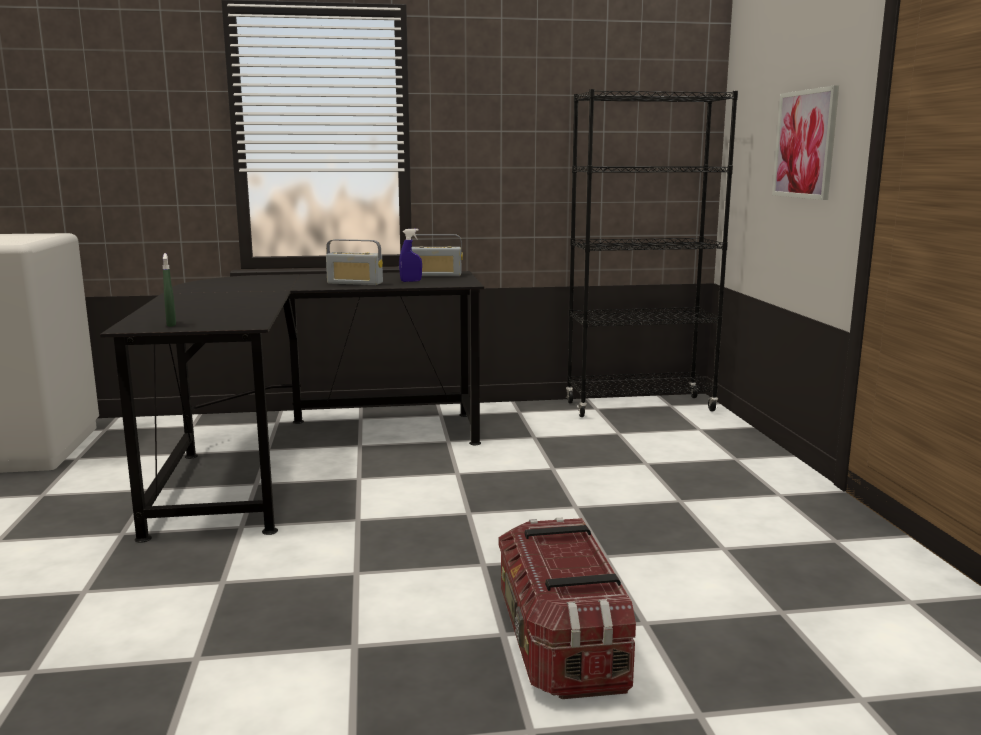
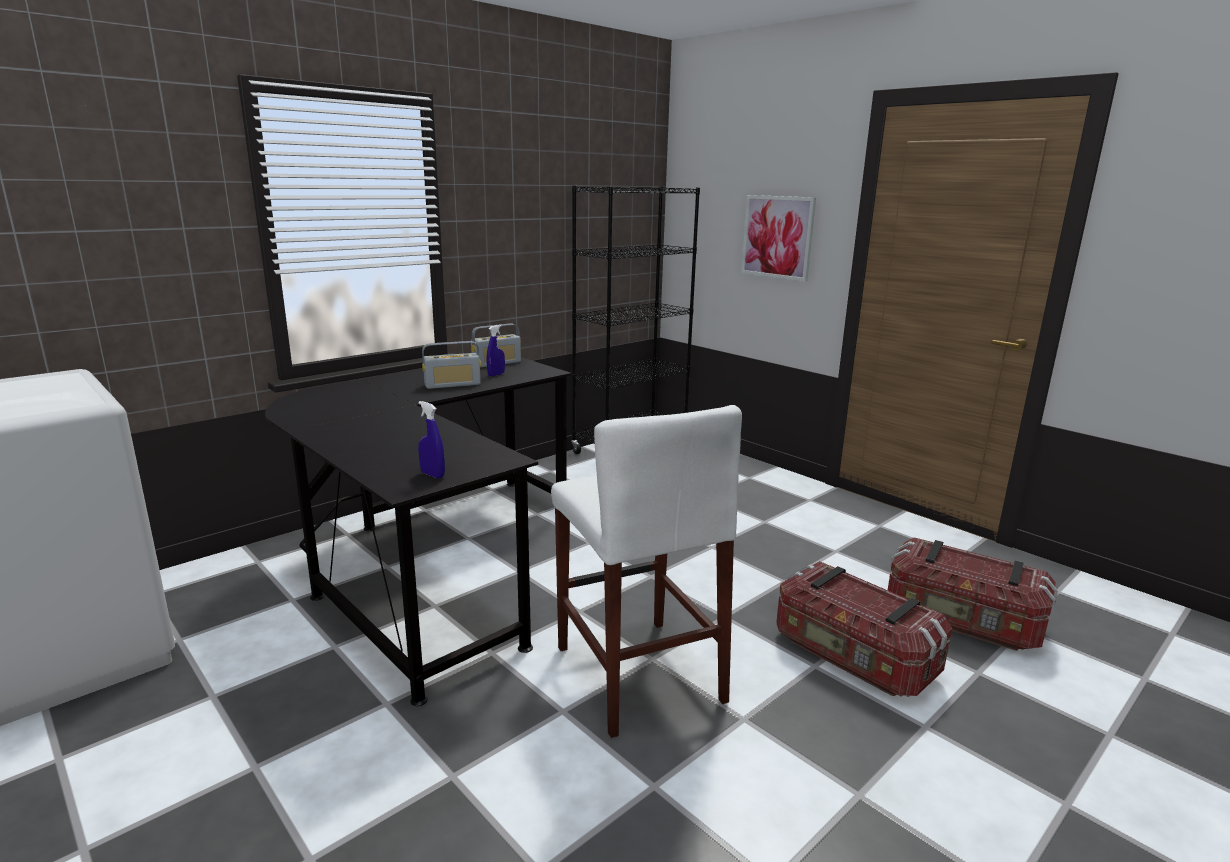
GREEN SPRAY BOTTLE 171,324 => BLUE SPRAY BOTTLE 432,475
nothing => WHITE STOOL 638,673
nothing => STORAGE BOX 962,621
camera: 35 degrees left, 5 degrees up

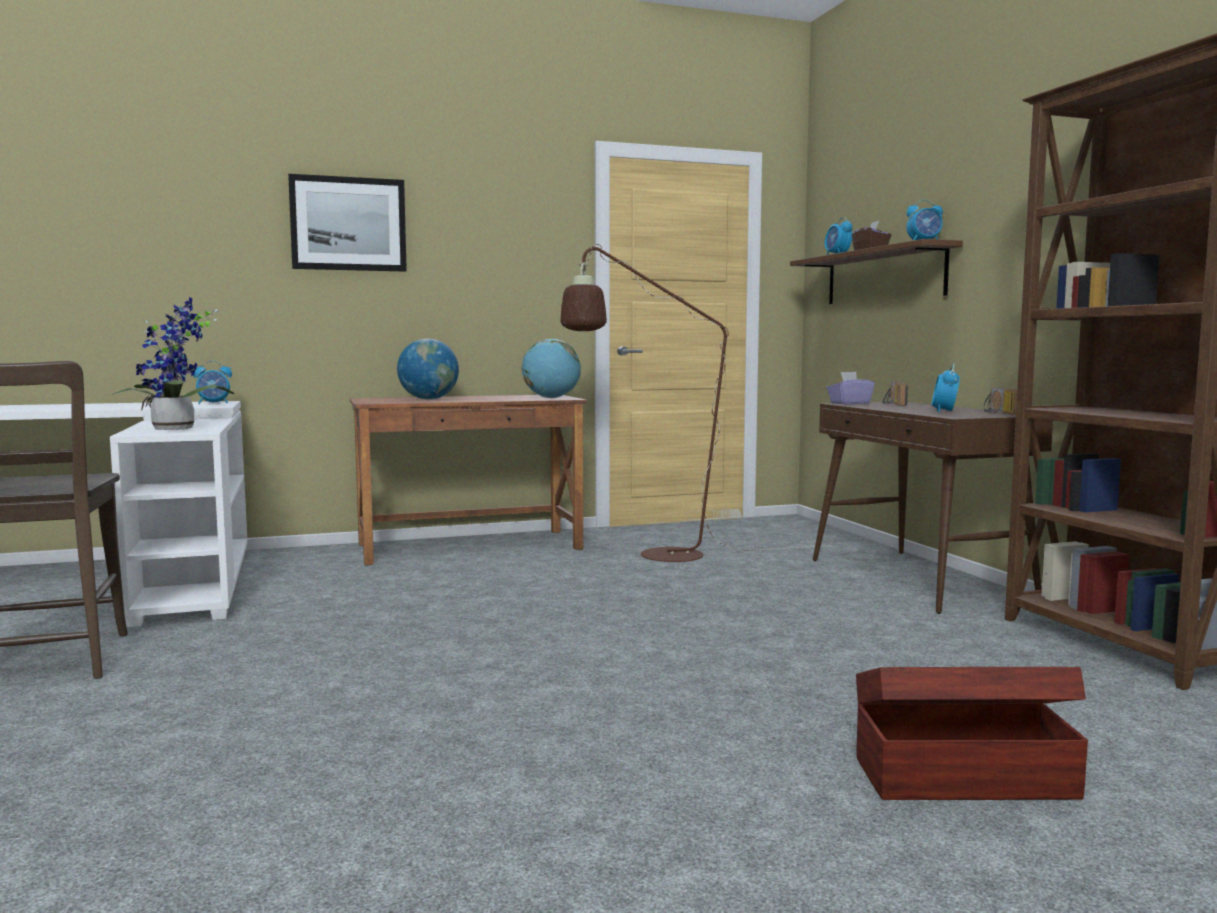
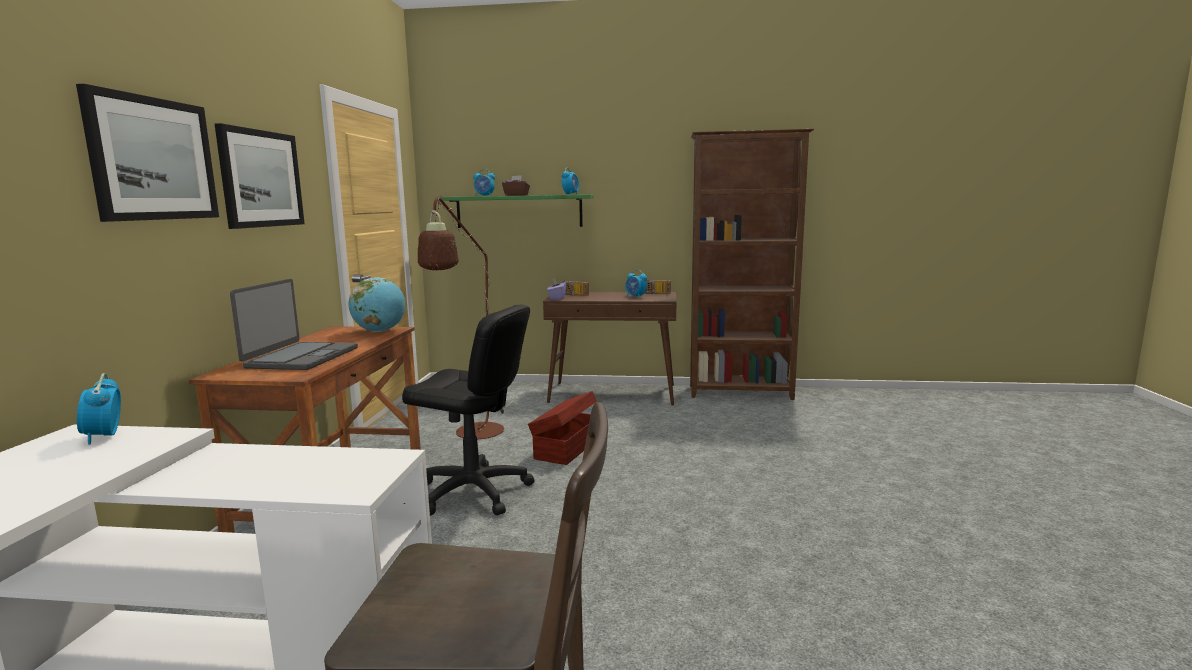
ALARM CLOCK 214,403 => ALARM CLOCK 104,437, 150 degrees clockwise
nothing => PICTURE 261,179
GLOBE 429,399 => LAPTOP 301,358
nothing => BLACK OFFICE CHAIR 473,492
BROWN SHELF 884,276 => GREEN SHELF 519,211
BROWN STORAGE BOX 961,776 => BROWN STORAGE BOX 566,448, move
POTTED PLANT 176,429 => nothing
camera: 65 degrees left, 5 degrees up

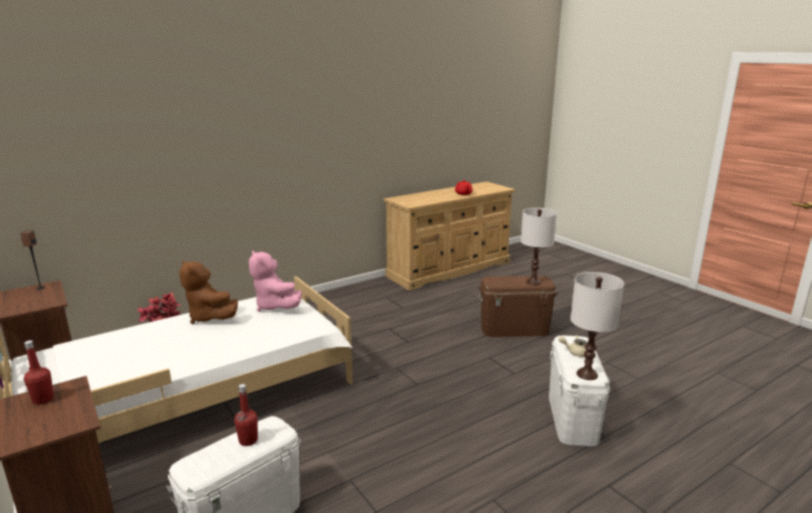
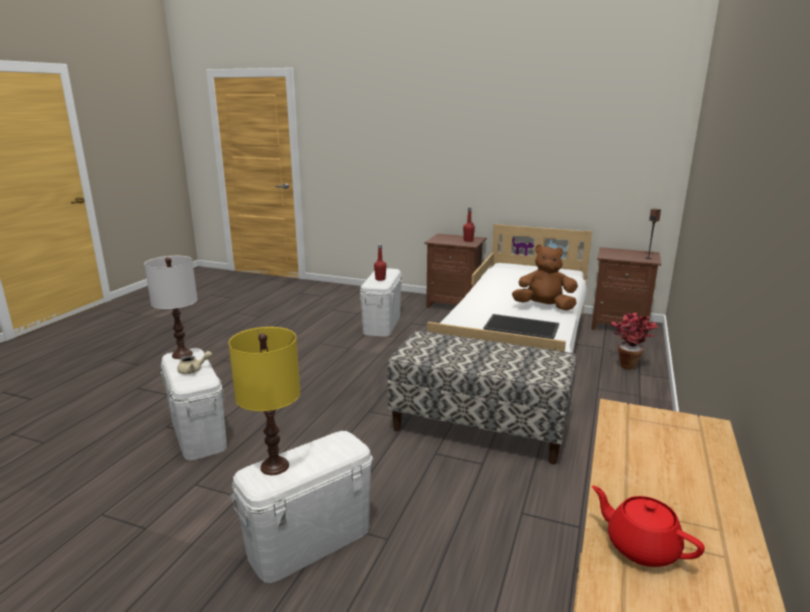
WHITE TABLE LAMP 533,282 => YELLOW TABLE LAMP 275,466
BROWN STORAGE BOX 514,329 => WHITE STORAGE BOX 309,542
nothing => BENCH 479,427
PINK PLUSH TOY 275,306 => TRAY 522,327
camera: 145 degrees right, 0 degrees up

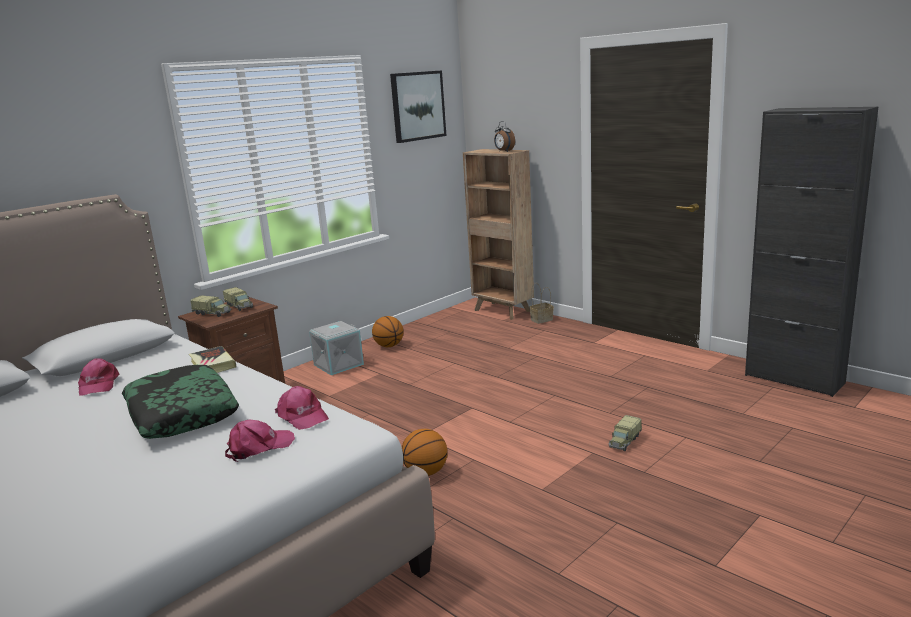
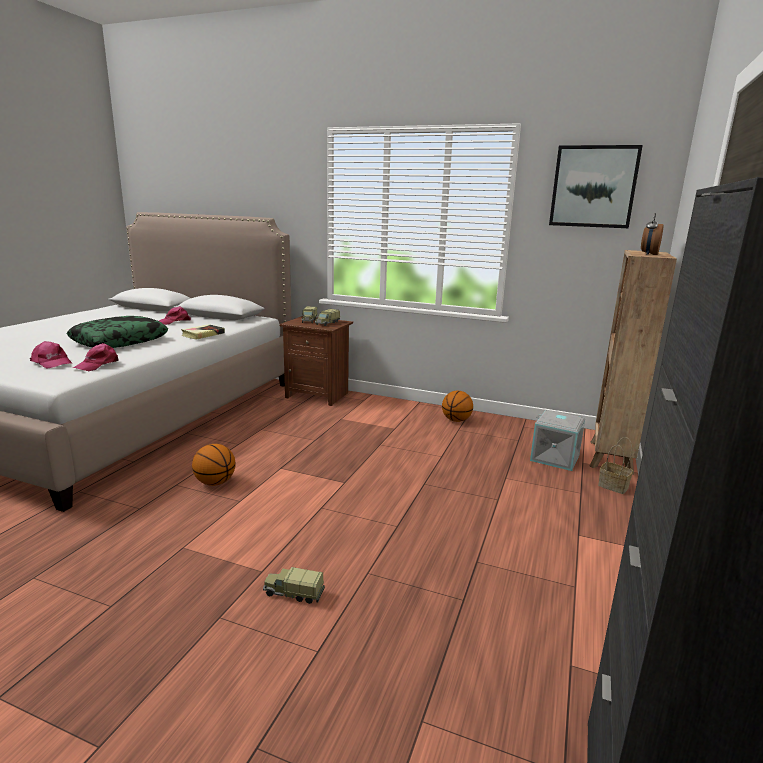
GREY STORAGE BOX 338,364 => GREY STORAGE BOX 555,457, move
camera: 65 degrees right, 0 degrees up

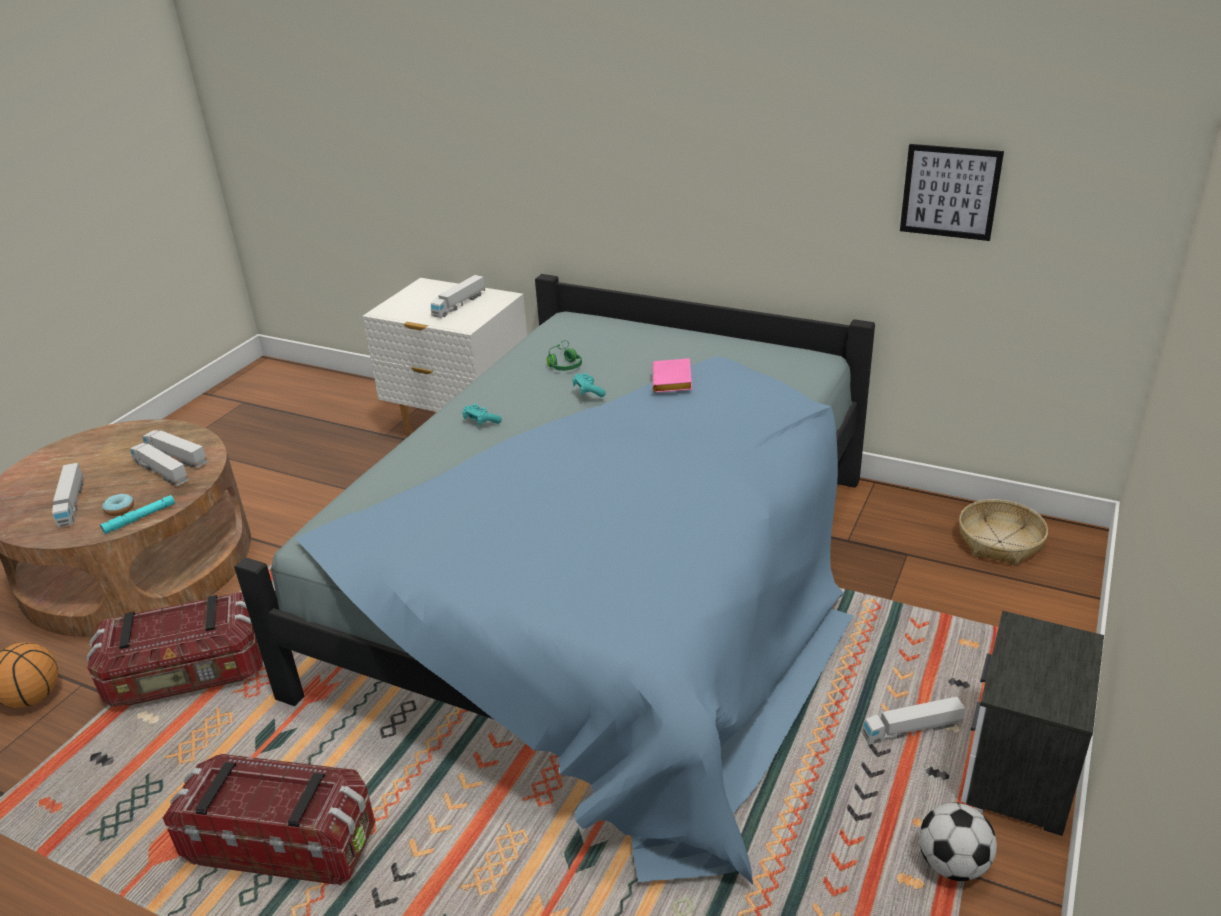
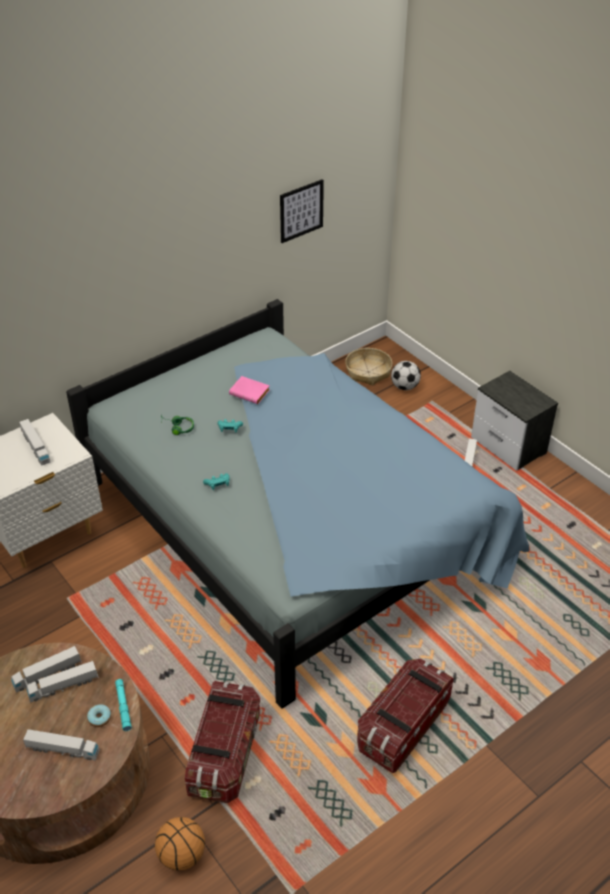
FOOTBALL 952,864 => FOOTBALL 404,387, move
camera: 65 degrees left, 10 degrees up

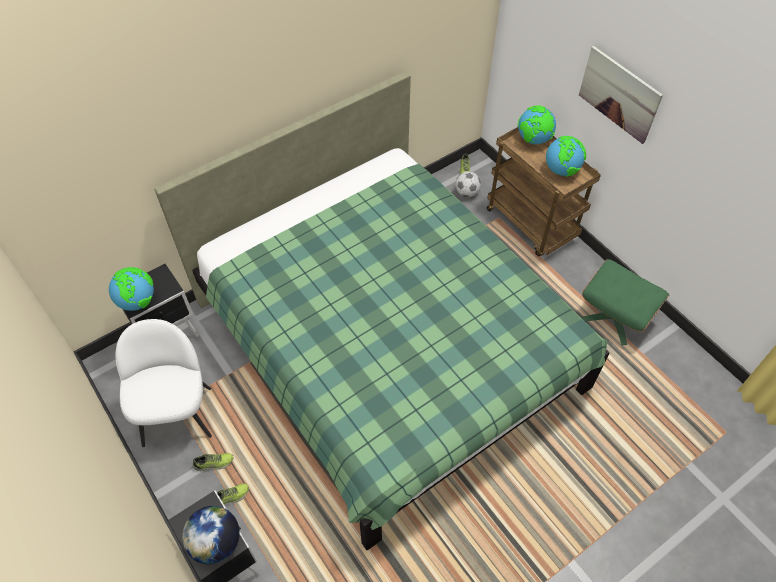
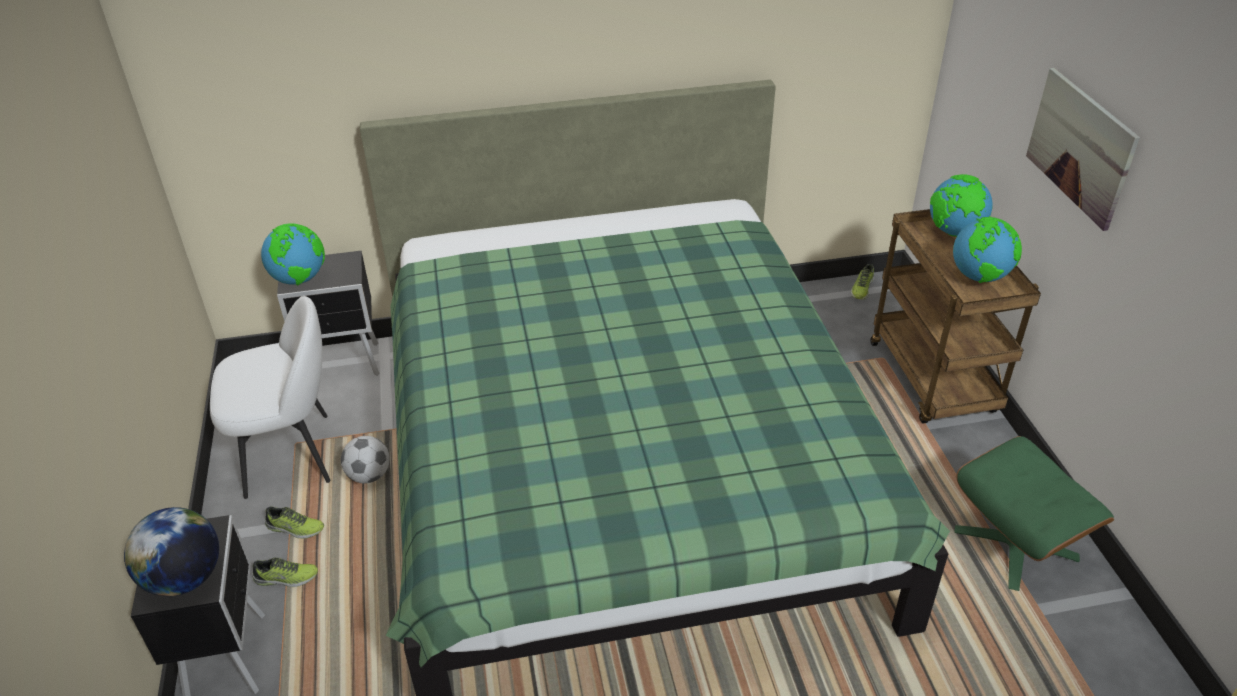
WHITE CHAIR 177,414 => WHITE CHAIR 291,454, 60 degrees clockwise
FOOTBALL 466,192 => FOOTBALL 369,475, move
camera: 25 degrees right, 15 degrees down

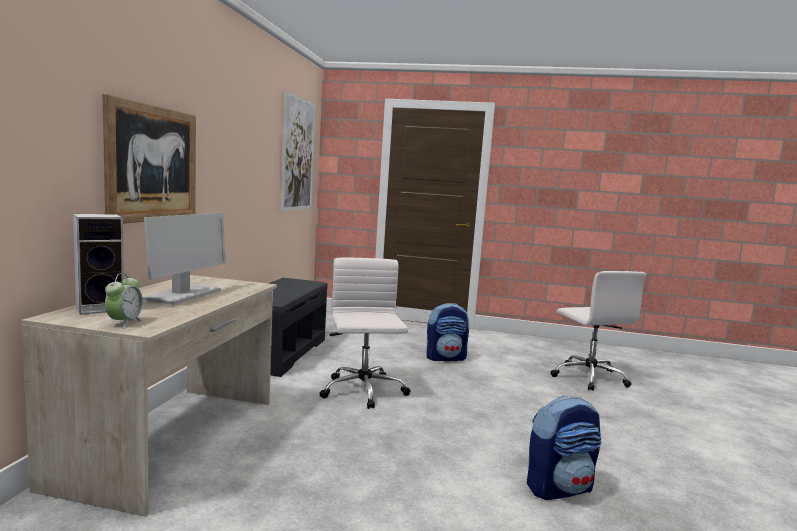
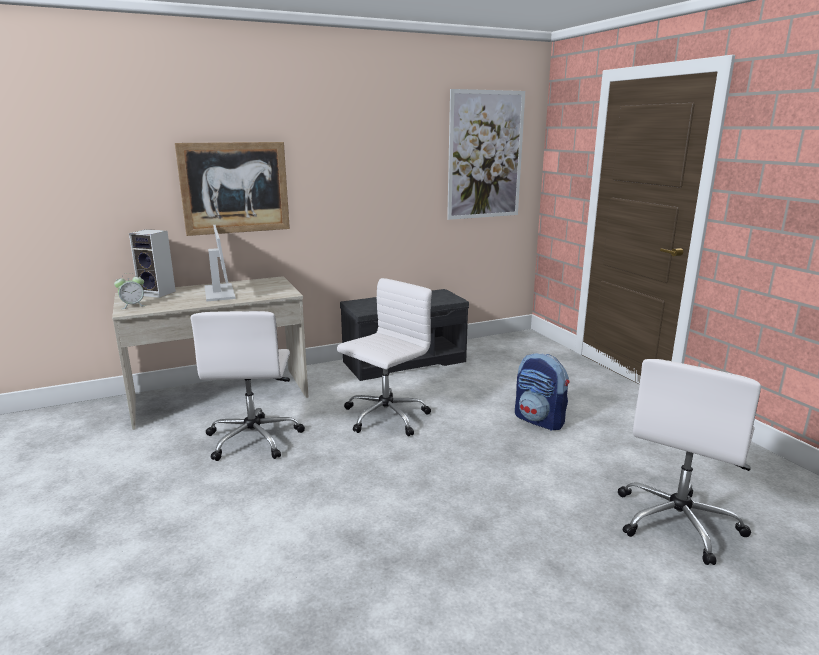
nothing => WHITE OFFICE CHAIR 254,438
MONITOR 183,295 => MONITOR 220,293, 90 degrees counterclockwise
BACKPACK 559,488 => nothing
camera: 55 degrees right, 10 degrees up

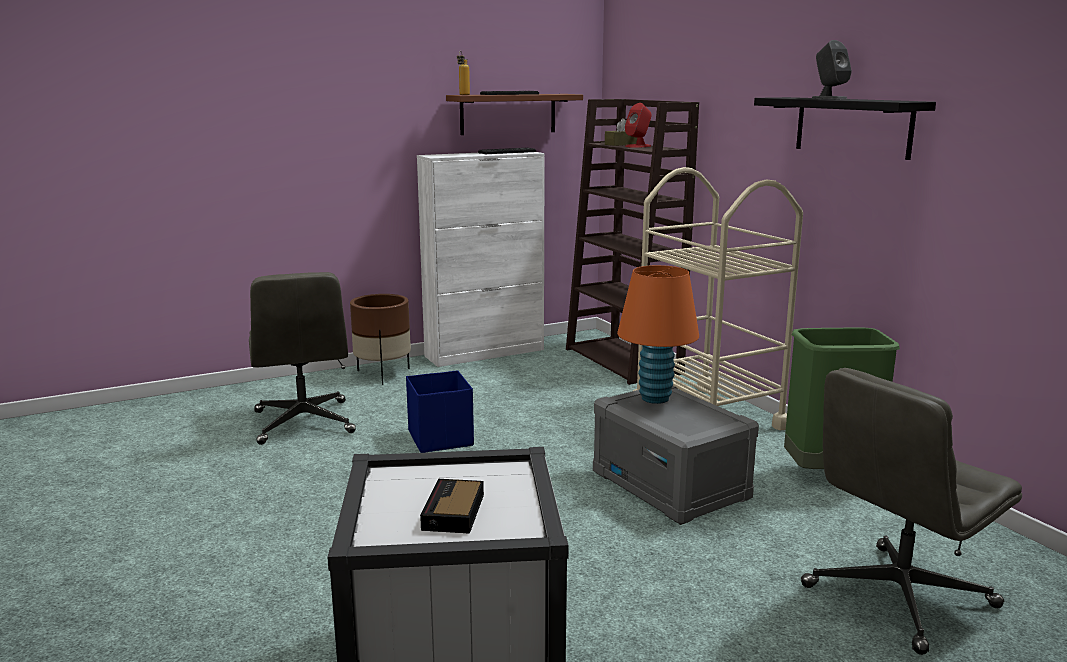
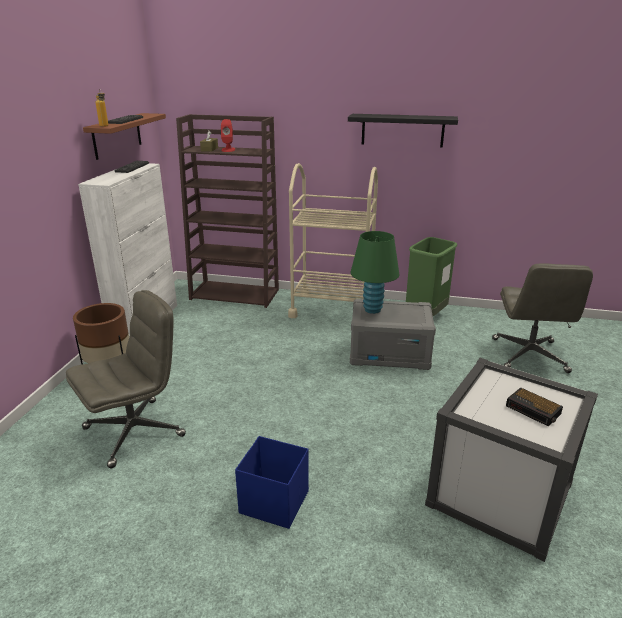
GREY OFFICE CHAIR 304,423 => GREY OFFICE CHAIR 135,431, 60 degrees counterclockwise
BLUE STORAGE BOX 440,438 => BLUE STORAGE BOX 273,502, move
ORANGE TABLE LAMP 655,398 => GREEN TABLE LAMP 372,310
GREY SPEAKER 828,98 => nothing
camera: 50 degrees left, 10 degrees up

